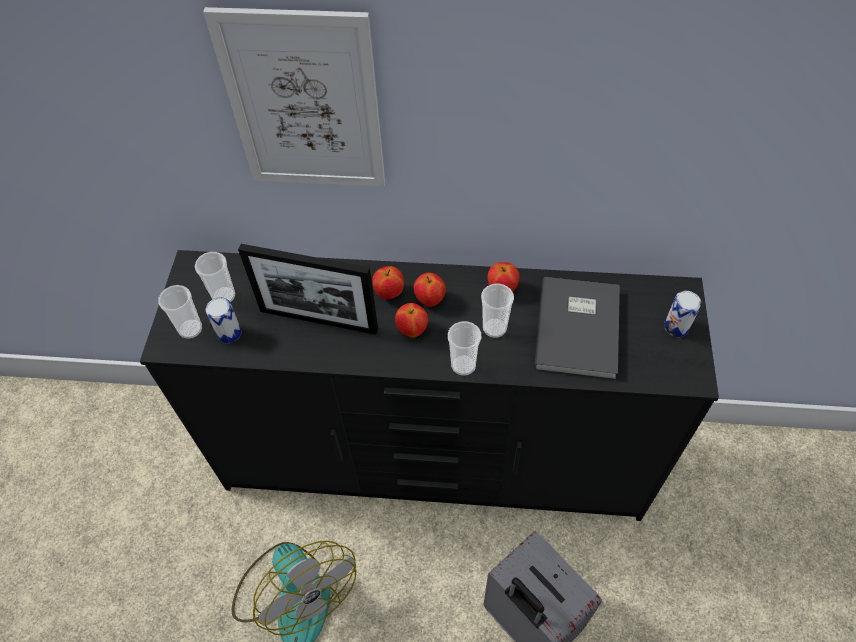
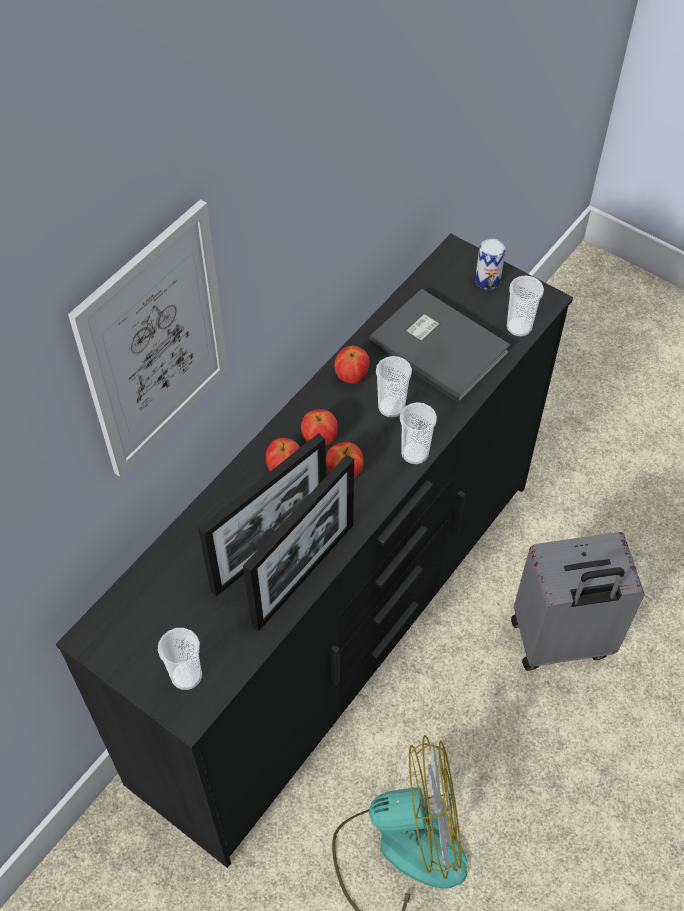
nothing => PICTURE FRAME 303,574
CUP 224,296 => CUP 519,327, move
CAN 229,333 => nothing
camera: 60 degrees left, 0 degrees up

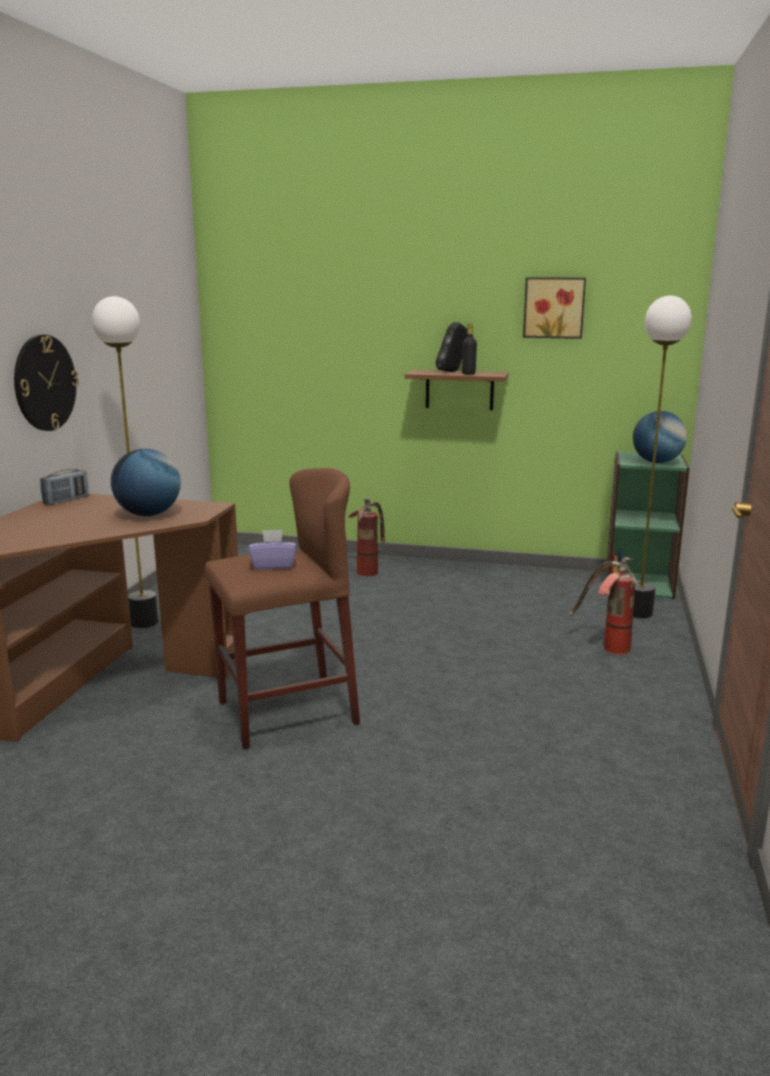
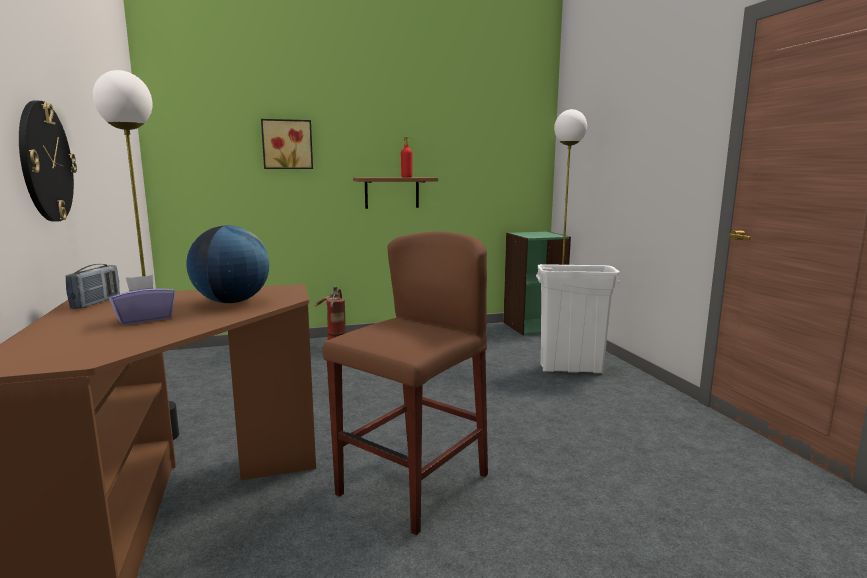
PURPLE TISSUE BOX 273,565 => PURPLE TISSUE BOX 144,319, move
PICTURE 554,307 => PICTURE 287,144, move
BLACK BOTTLE 468,374 => RED BOTTLE 406,177
FIRE EXTINGUISHER 605,647 => WHITE TRASH CAN 571,369
BLACK SPEAKER 453,371 => nothing
GLOBE 657,462 => nothing
camera: 30 degrees left, 5 degrees down

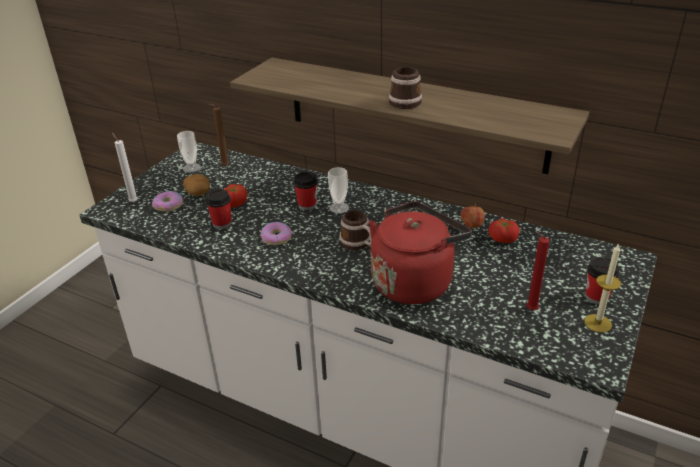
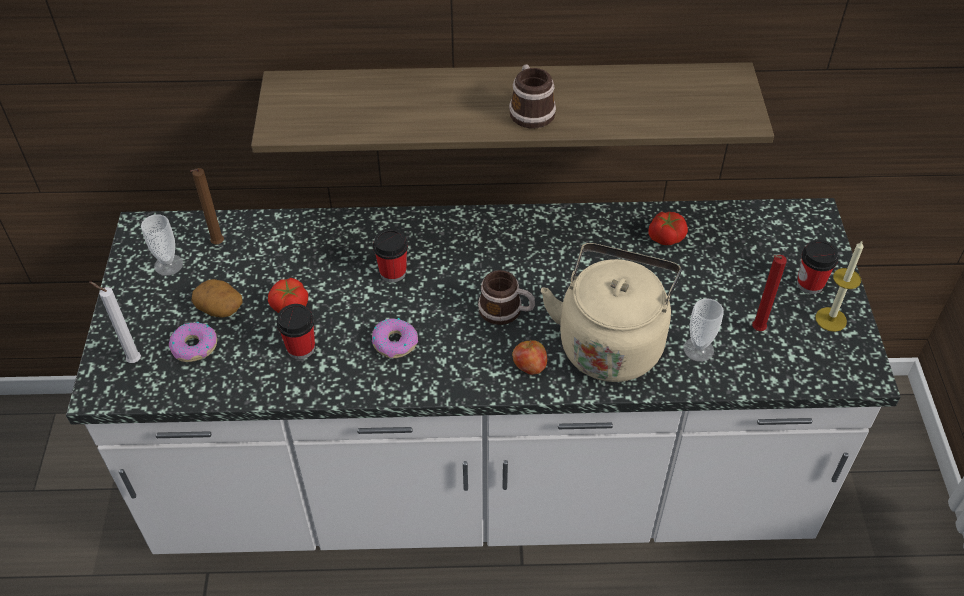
APPLE 471,226 => APPLE 529,367, move
RED KETTLE 414,281 => BEIGE KETTLE 611,342
CUP 339,207 => CUP 698,349, move
camera: 30 degrees left, 15 degrees up

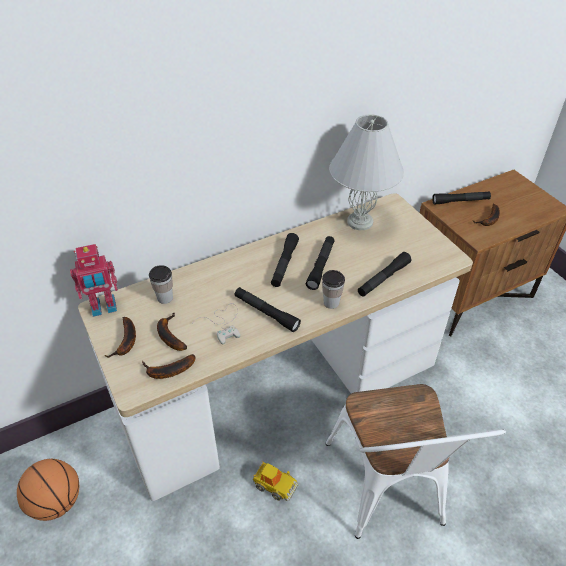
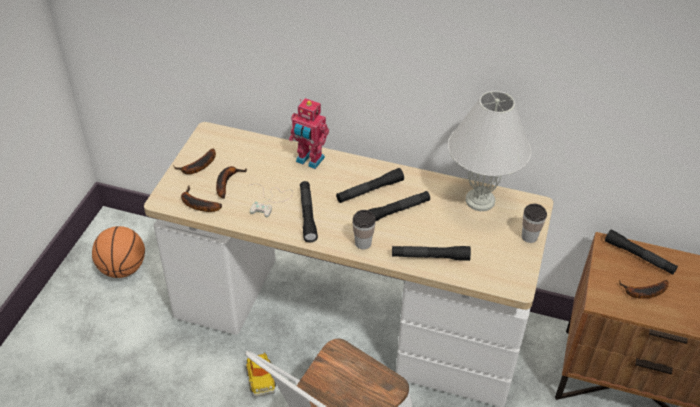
TOY ROBOT 104,308 => TOY ROBOT 309,160, move
CUP 165,298 => CUP 529,237, move
camera: 45 degrees right, 0 degrees up

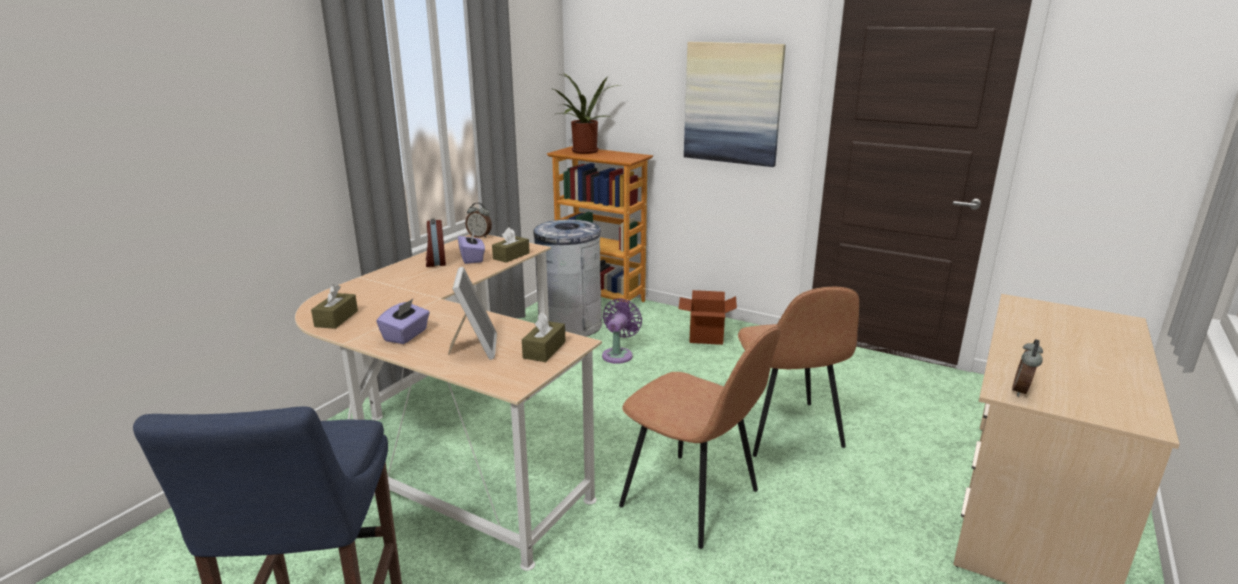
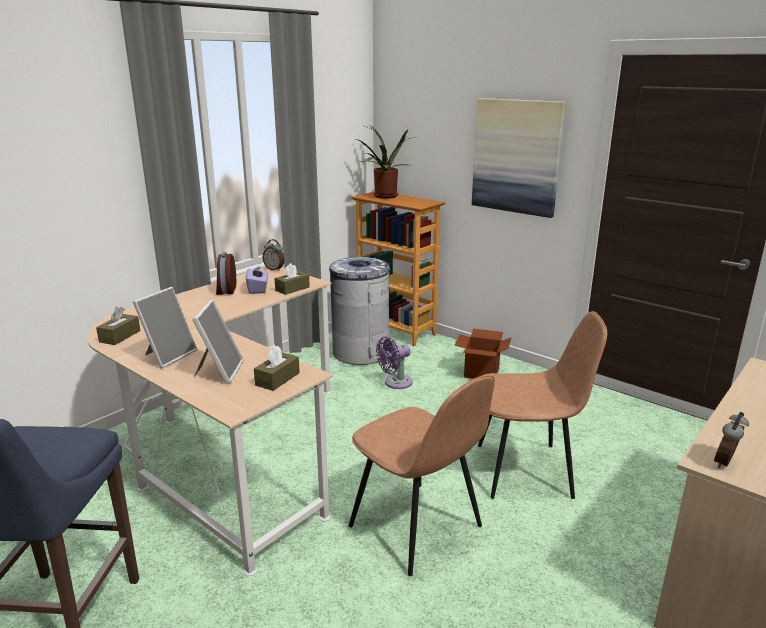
PURPLE TISSUE BOX 406,335 => PICTURE FRAME 168,356
PURPLE FAN 618,354 => PURPLE FAN 395,383, 150 degrees counterclockwise
BROWN CHAIR 784,430 => BROWN CHAIR 526,470, 90 degrees counterclockwise
camera: 10 degrees right, 0 degrees up

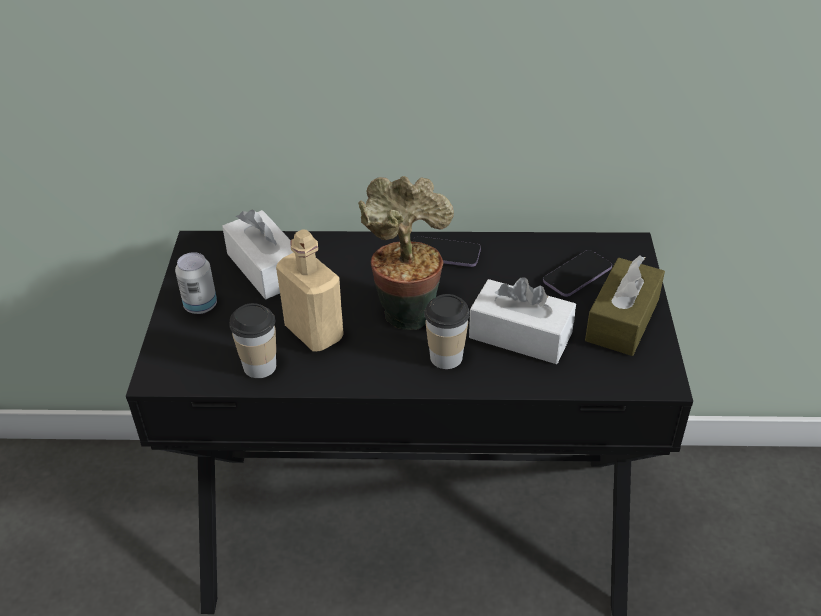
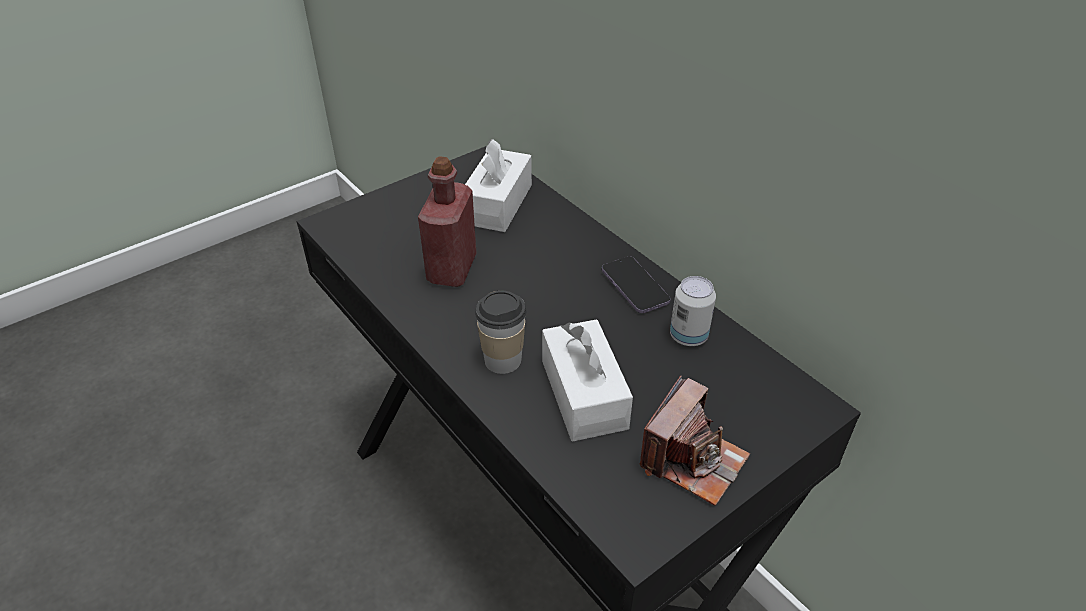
BEIGE BOTTLE 314,332 => RED BOTTLE 452,269
BROWN TISSUE BOX 622,320 => PHOTO CAMERA 692,460
CAN 200,306 => CAN 688,336, move
CUP 260,366 => nothing
POTTED PLANT 407,310 => nothing
PHONE 577,275 => nothing
camera: 50 degrees right, 0 degrees up

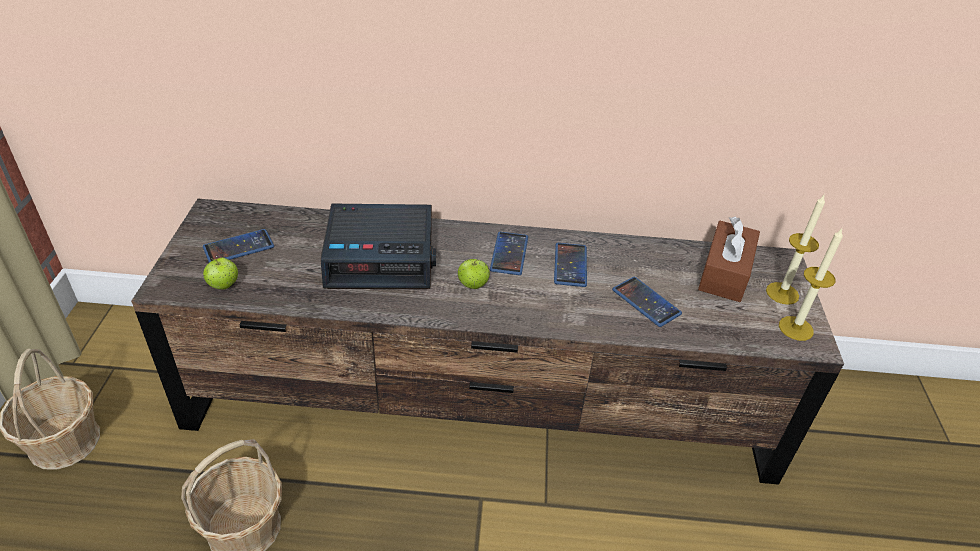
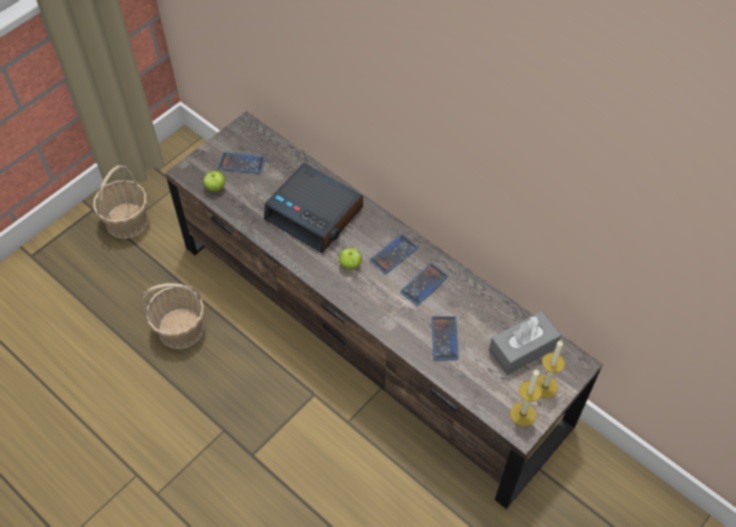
BROWN TISSUE BOX 725,273 => GREY TISSUE BOX 522,349
camera: 40 degrees right, 15 degrees up

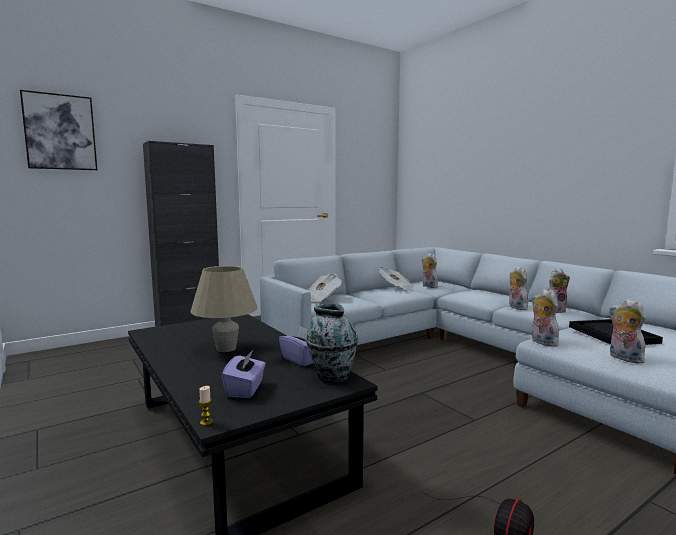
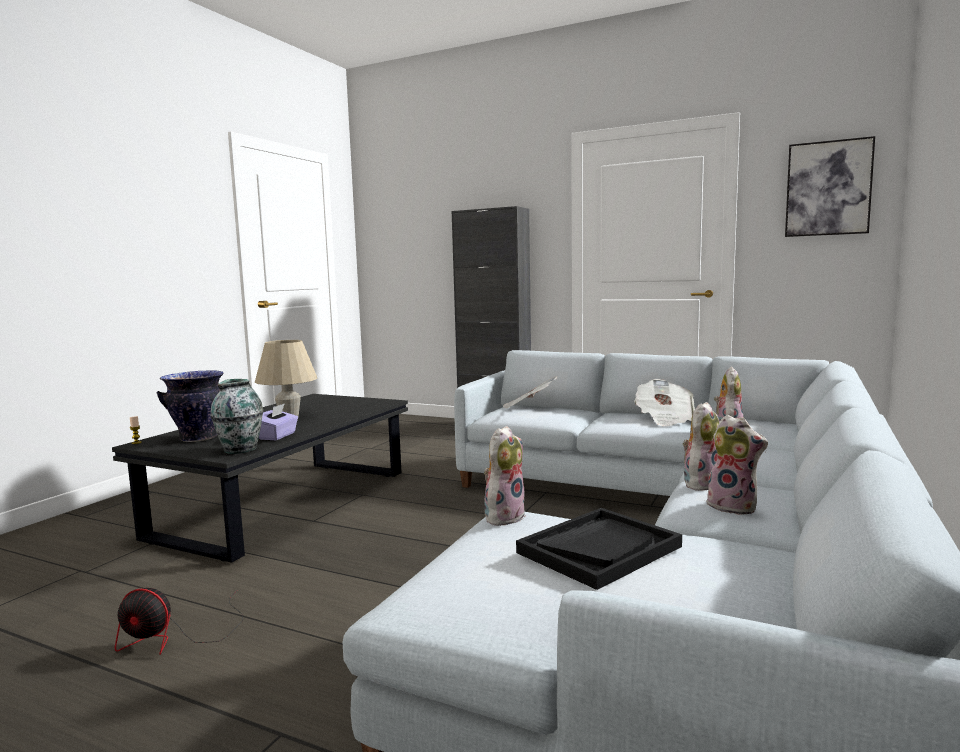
PURPLE TISSUE BOX 245,389 => VASE 198,438
PICTURE 60,132 => PICTURE 828,188, move
PLUSH TOY 623,358 => nothing
camera: 60 degrees right, 0 degrees up

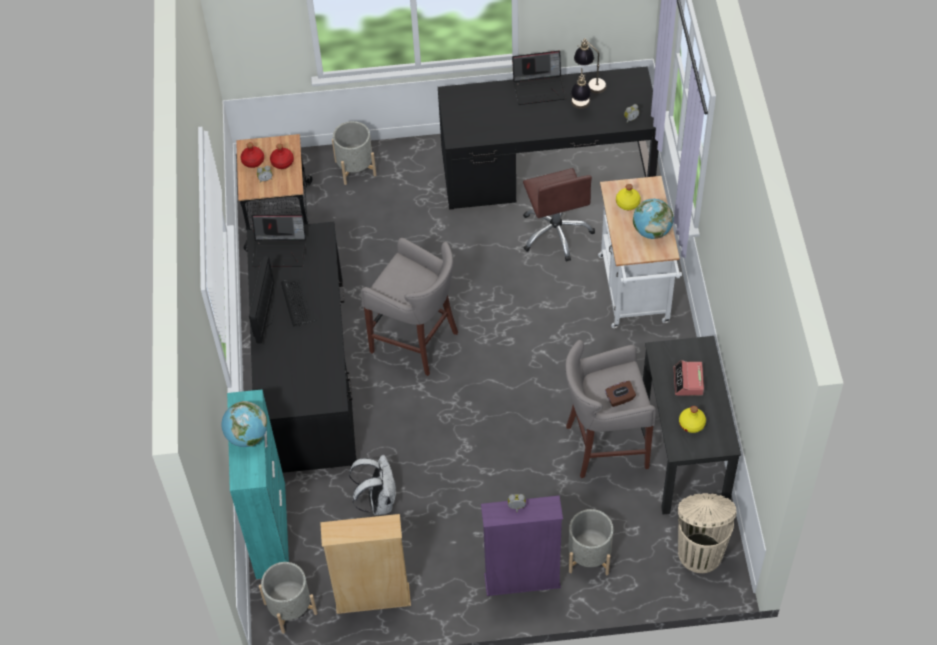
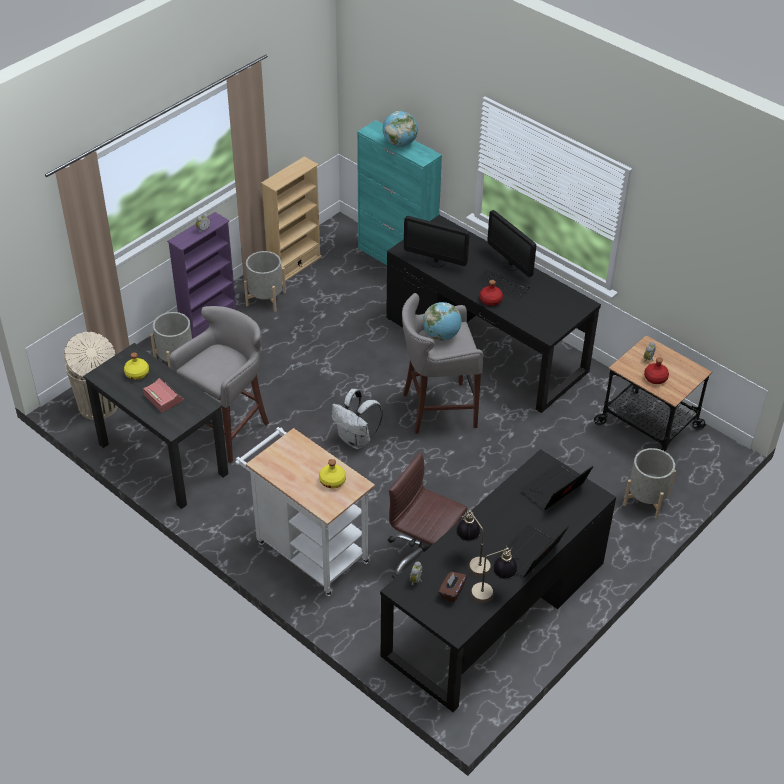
GREY PLANTER 290,608 => GREY PLANTER 266,298, move
WHITE BACKPACK 378,501 => WHITE BACKPACK 356,440, move
nothing => MONITOR 435,261
GLOBE 651,231 => GLOBE 441,335, move
BROWN TISSUE BOX 620,399 => BROWN TISSUE BOX 452,591, move
RED BOTTLE 253,161 => RED BOTTLE 490,300, move
LAPTOP 280,250 => LAPTOP 554,491, move
camera: 135 degrees right, 10 degrees down

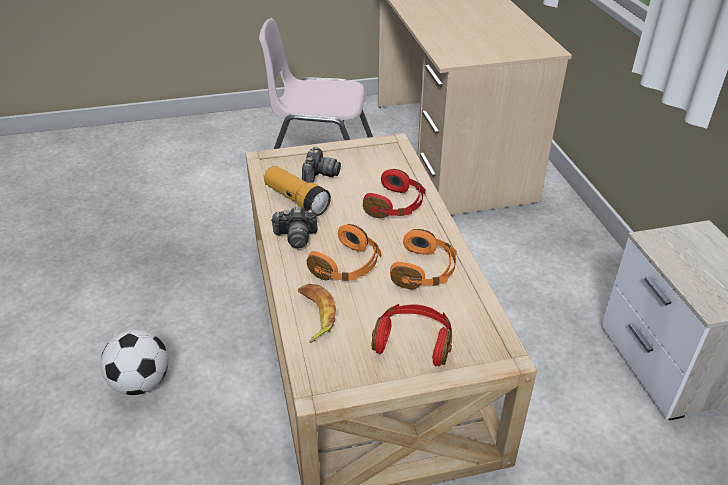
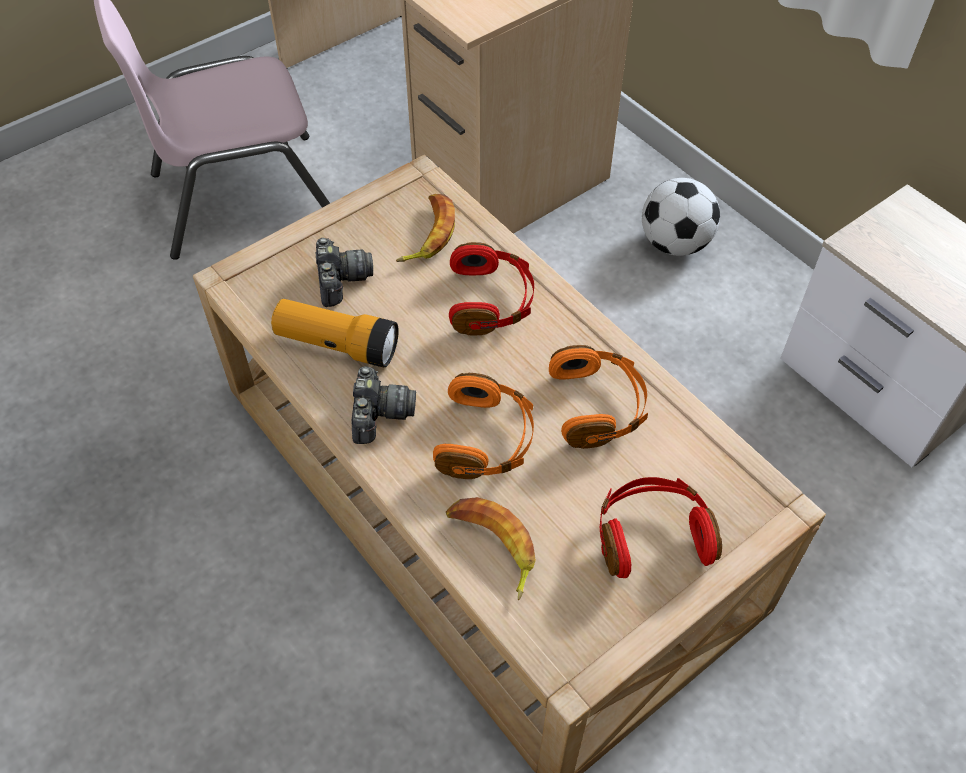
PHOTO CAMERA 296,236 => PHOTO CAMERA 379,415, 60 degrees counterclockwise
nothing => BANANA 428,233
FOOTBALL 141,383 => FOOTBALL 674,243, move
camera: 25 degrees left, 15 degrees up

